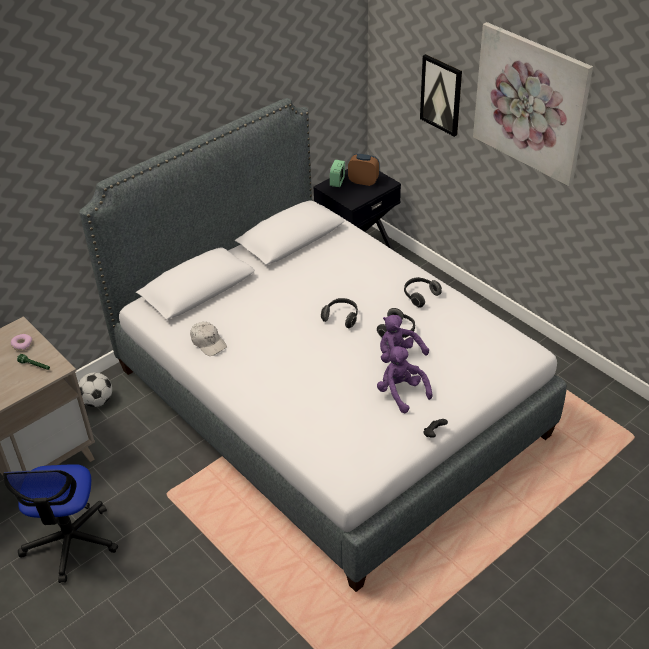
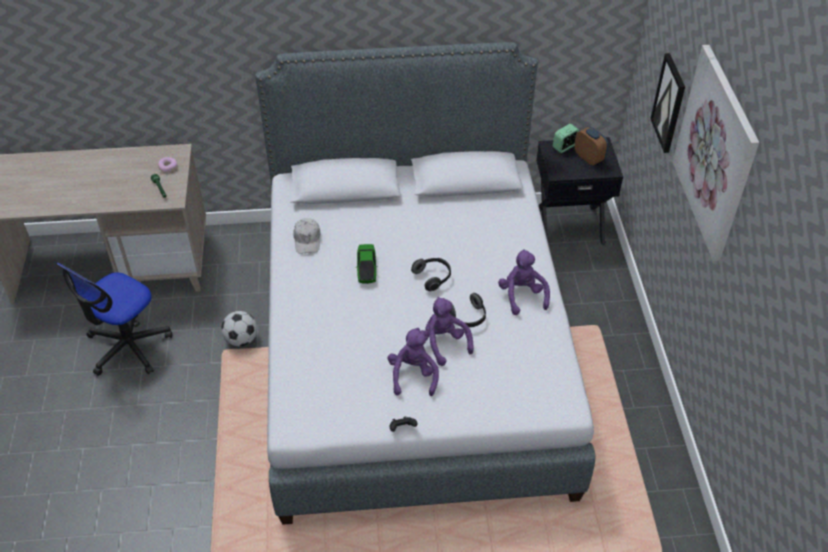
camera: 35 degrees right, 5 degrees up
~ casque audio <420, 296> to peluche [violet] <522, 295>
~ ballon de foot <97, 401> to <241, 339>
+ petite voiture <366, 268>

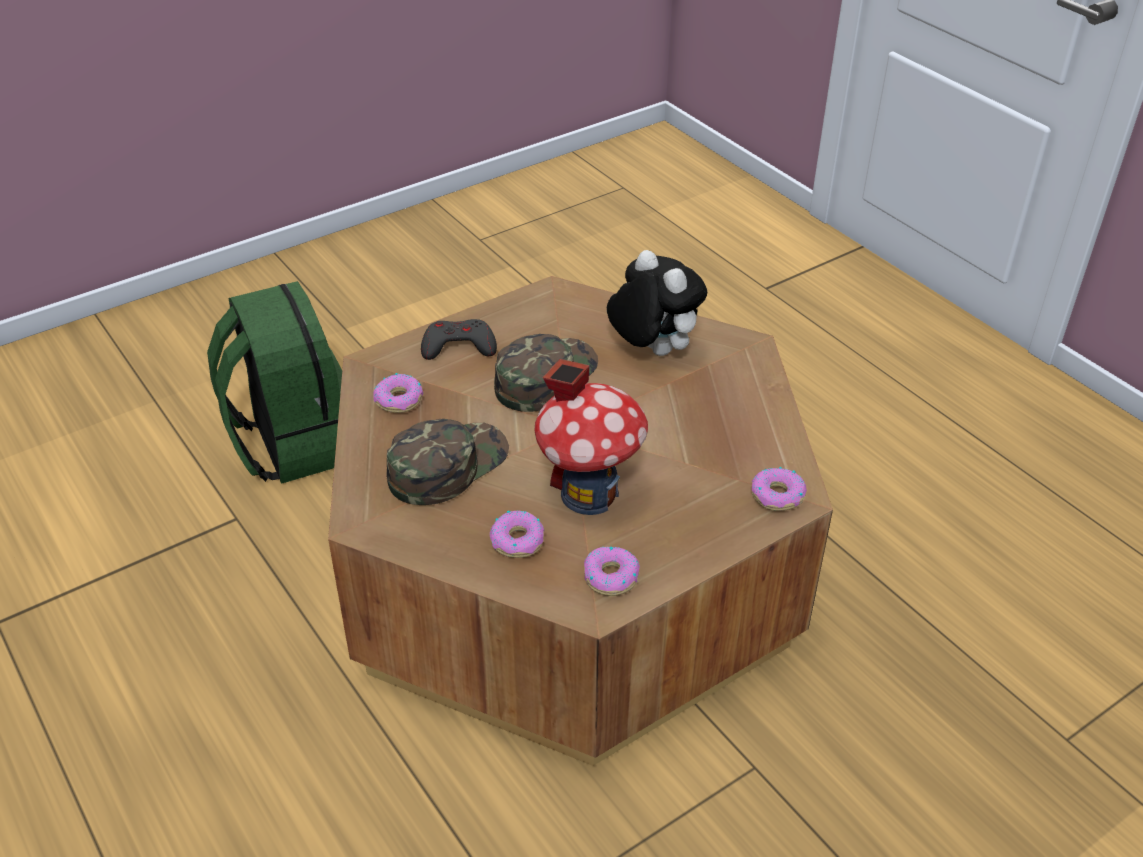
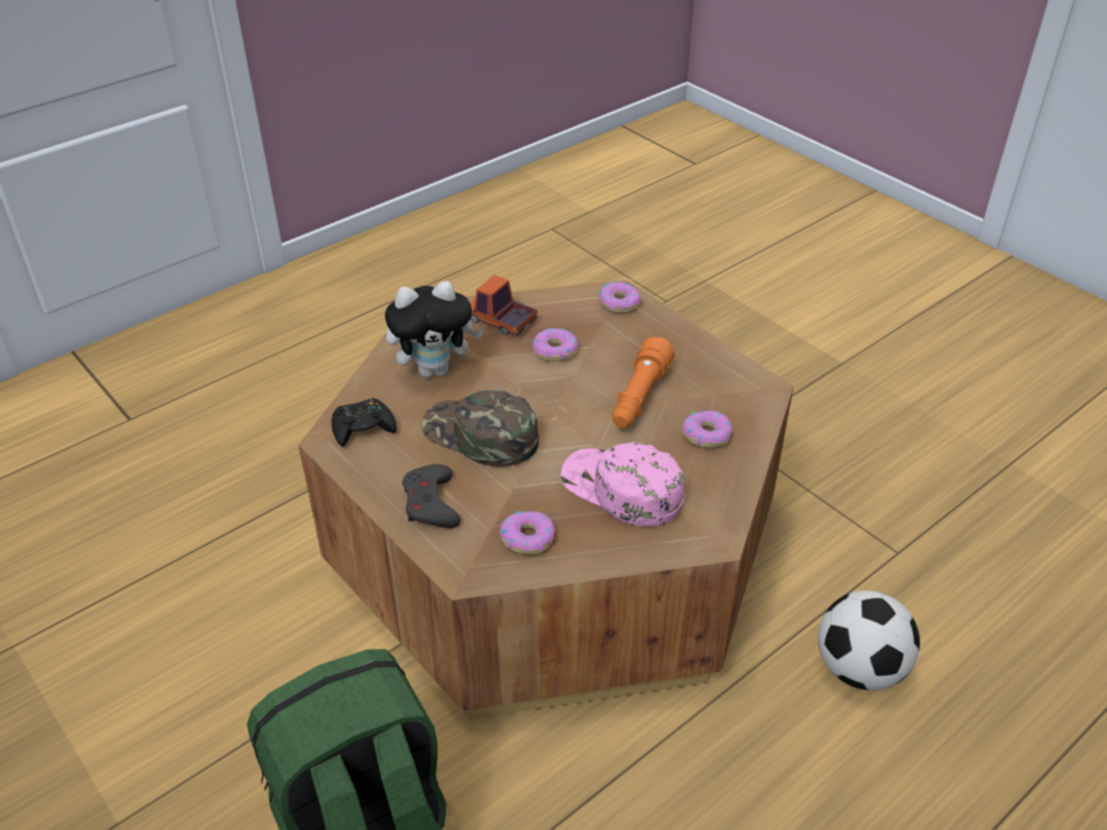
camera: 95 degrees left, 0 degrees up
~ peluche <651, 350> = <435, 369> 150 degrees counterclockwise
~ maison miniature <589, 493> to lampe de poche [orange] <639, 398>
~ casquette [vert] <447, 465> to casquette [rose] <621, 489>
~ beignet <610, 577> to <555, 351>
+ camion jouet <501, 321>
+ manette [noir] <363, 428>
+ ballon de foot <859, 669>

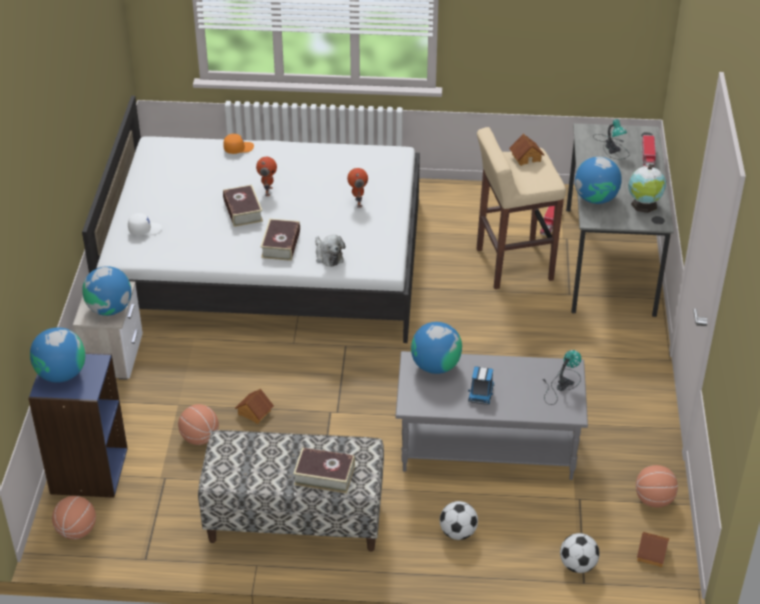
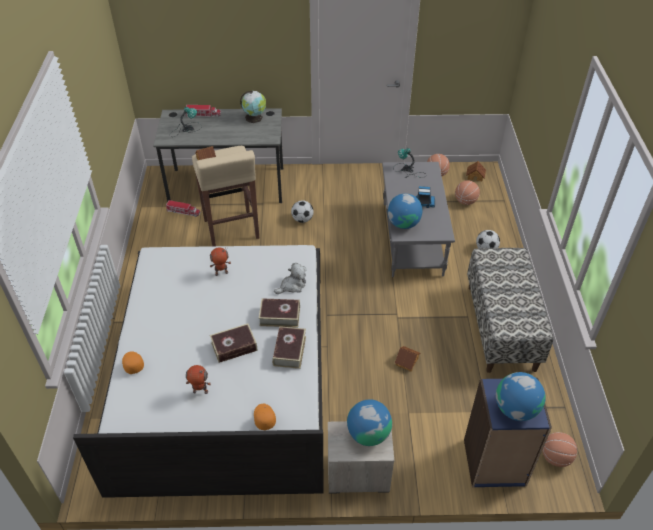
camera: 95 degrees left, 5 degrees up
~ robot jouet <267, 191> to <200, 392>
- globe <596, 198>
~ casquette [blanc] <145, 229> to casquette [orange] <264, 418>
~ ballon de basket <200, 438> to <465, 201>
~ livre <324, 475> to <289, 351>
~ ballon de foot <577, 565> to <302, 219>

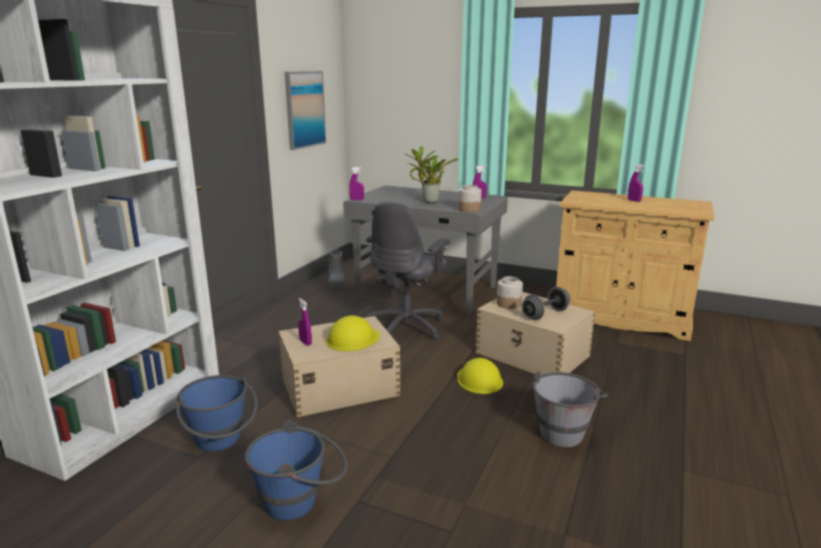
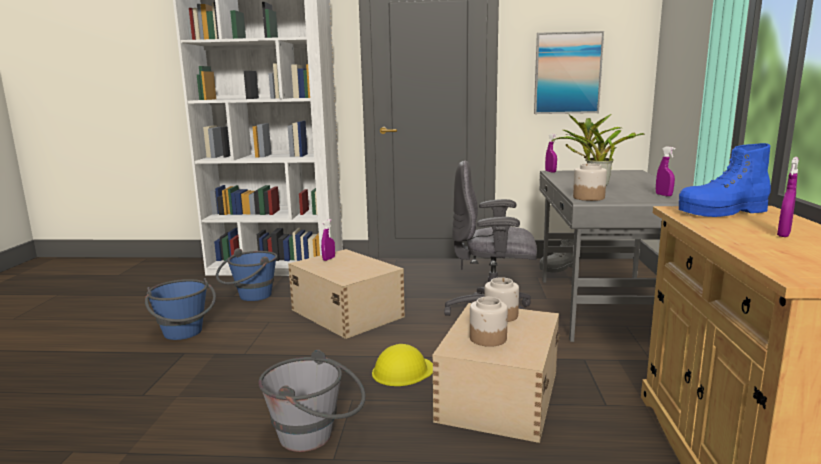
camera: 70 degrees right, 5 degrees down
~ haltère [gris] <545, 314> to bocal <488, 338>
- casque de chantier [jaune] <352, 339>
+ botte [bleu] <722, 212>

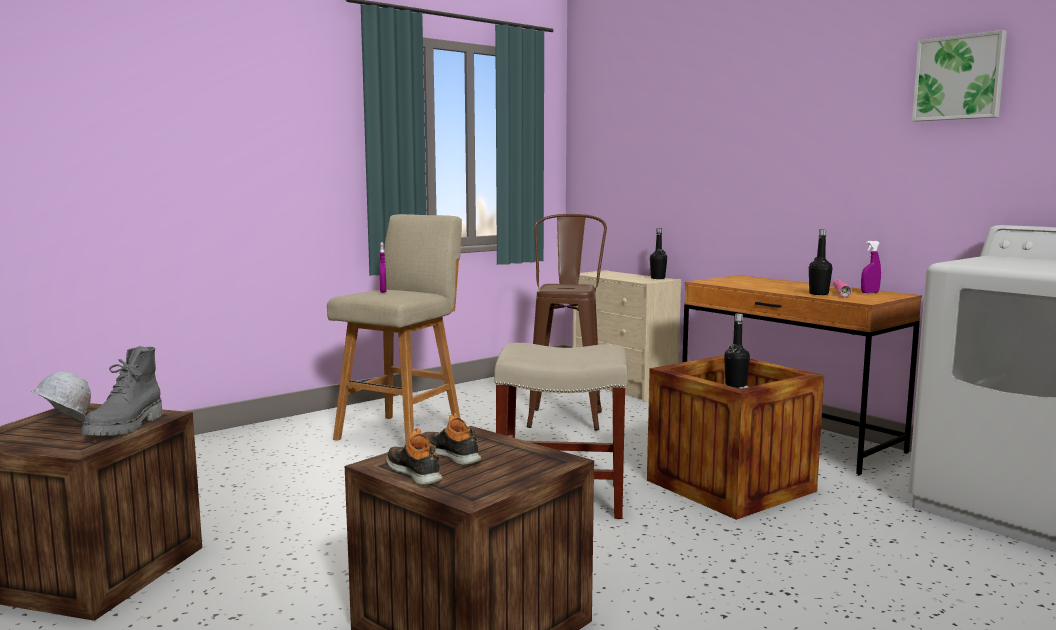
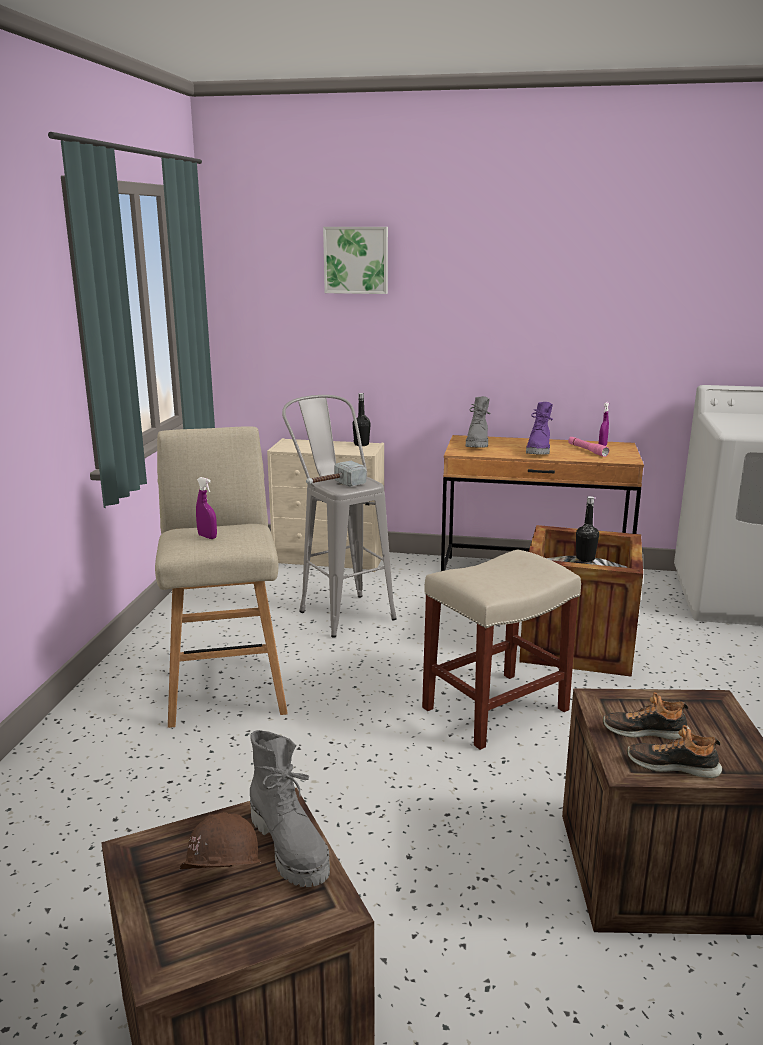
camera: 40 degrees left, 10 degrees up
~ tableau <959, 78> to <356, 260>
~ tabouret [marron] <566, 415> to tabouret [gris] <339, 610>
- bouteille [noir] <818, 294>
~ casque de chantier [blanc] <63, 428> to casque de chantier [marron] <221, 889>
+ botte [gris] <478, 444>
+ botte [violet] <539, 450>
+ marteau <334, 485>

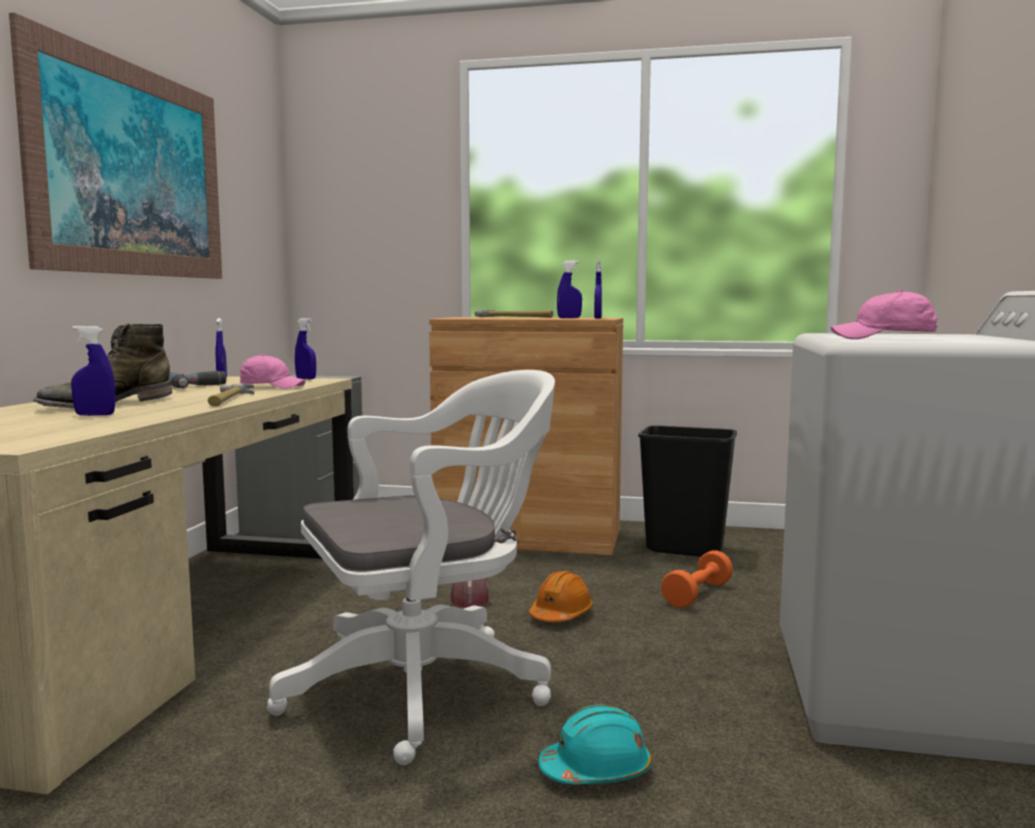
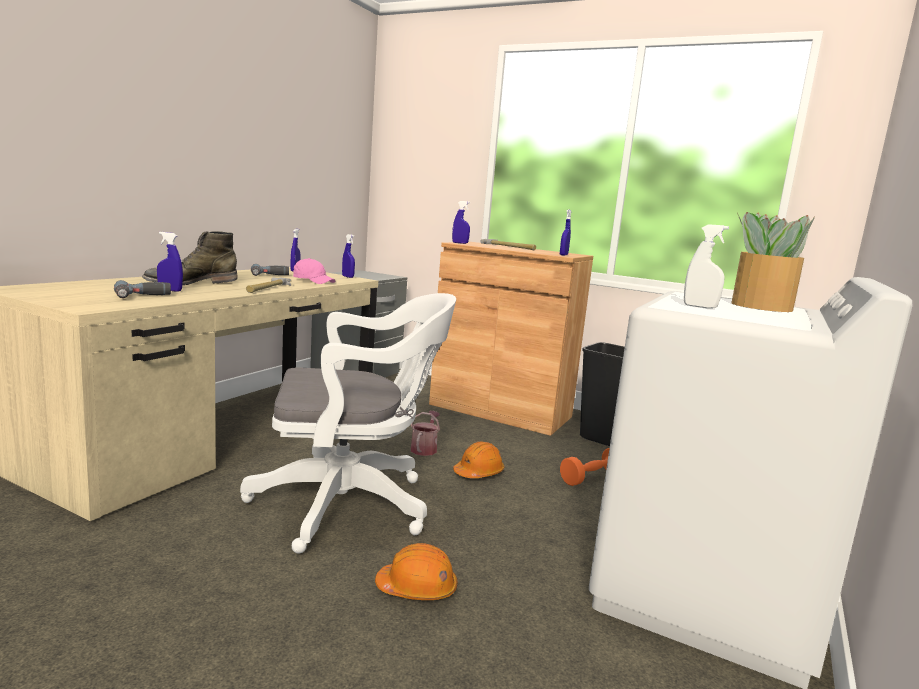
camera: 15 degrees right, 5 degrees up
- tableau <133, 170>
~ vaporisateur [bleu] <569, 318> to <460, 243>
~ casquette [rose] <884, 338> to vaporisateur [blanc] <700, 307>
~ casque de chantier [turquoise] <597, 770> to casque de chantier [orange] <417, 588>
+ plante en pot <760, 306>
+ perceuse <143, 296>

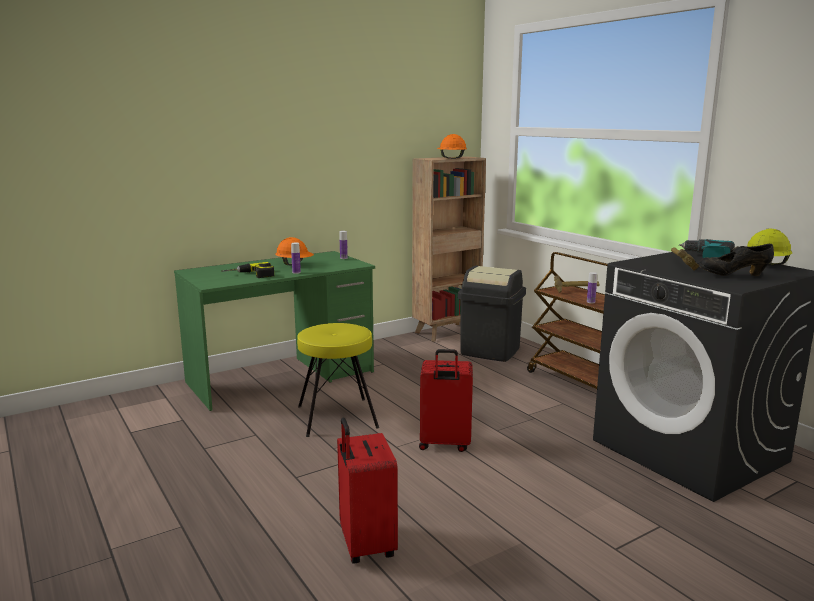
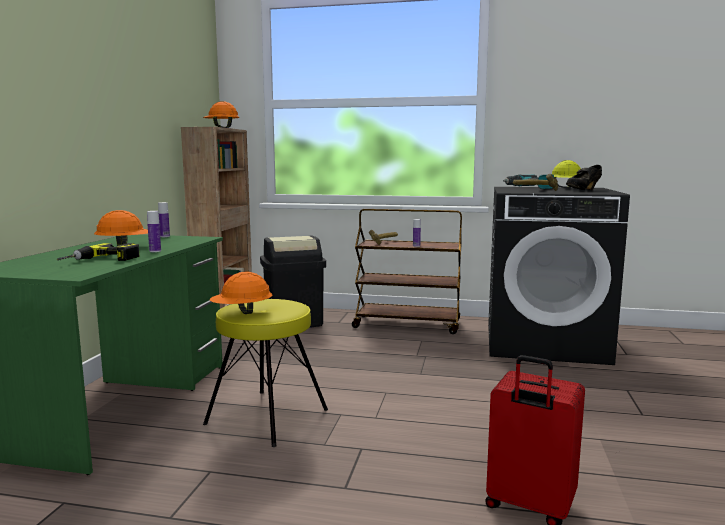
camera: 45 degrees left, 5 degrees down
- valise [rouge] <444, 444>
+ casque de chantier [orange] <242, 313>

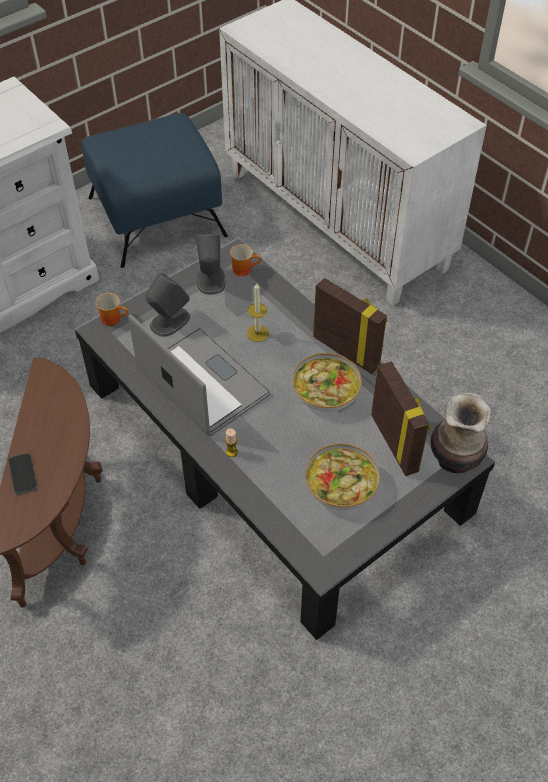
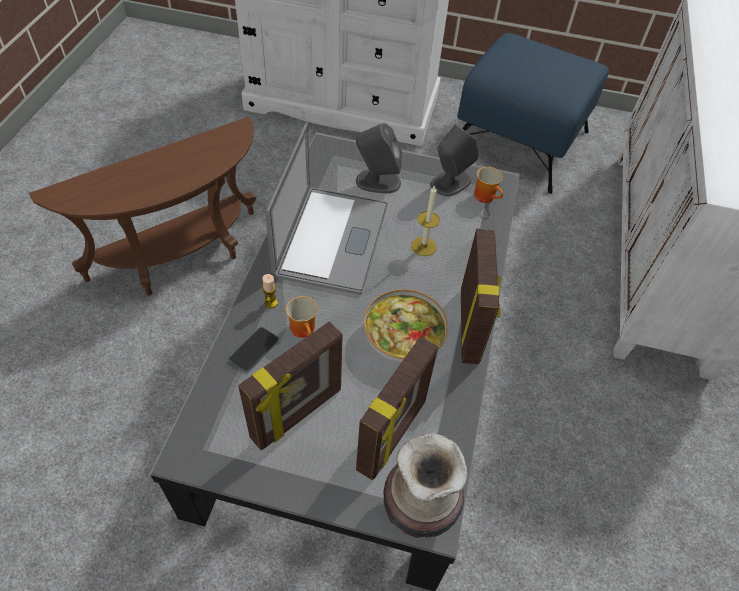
camera: 50 degrees right, 0 degrees up
~ mug <113, 318> to <305, 329>
~ bol <340, 486> to cadre photo <297, 415>
~ téléphone <22, 474> to <254, 350>

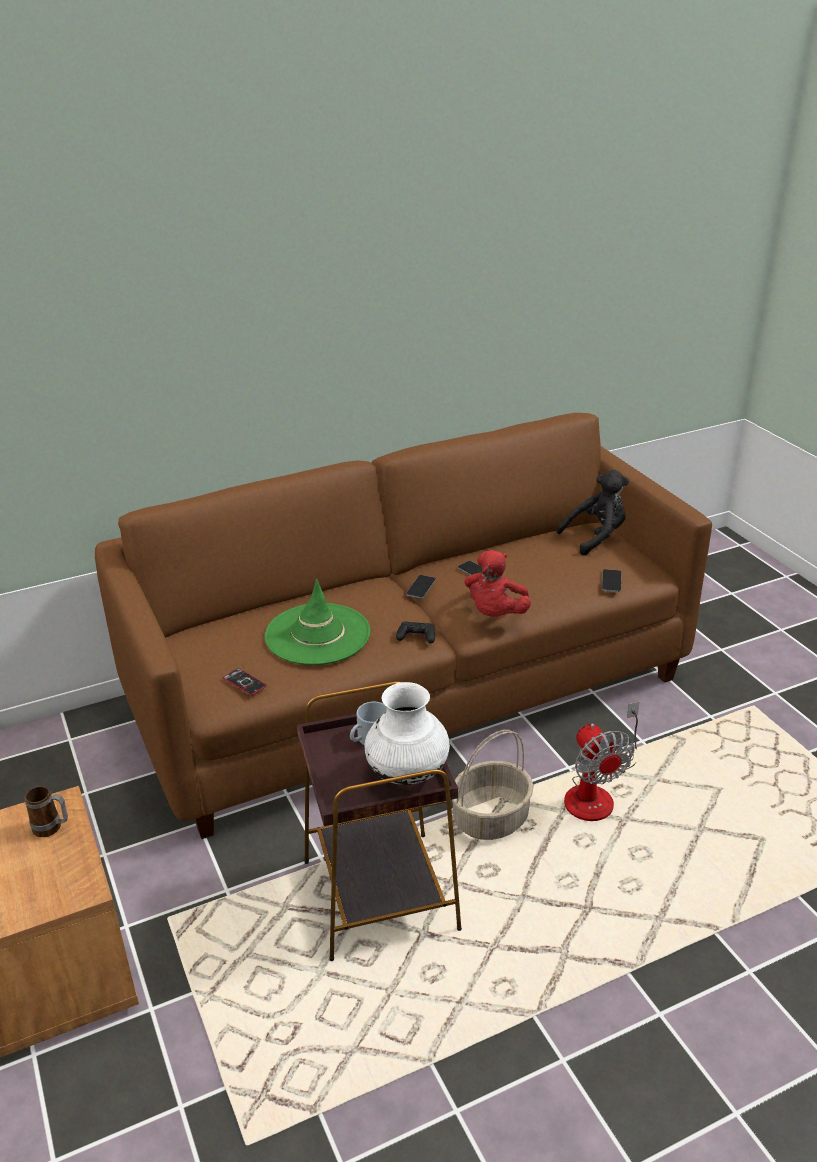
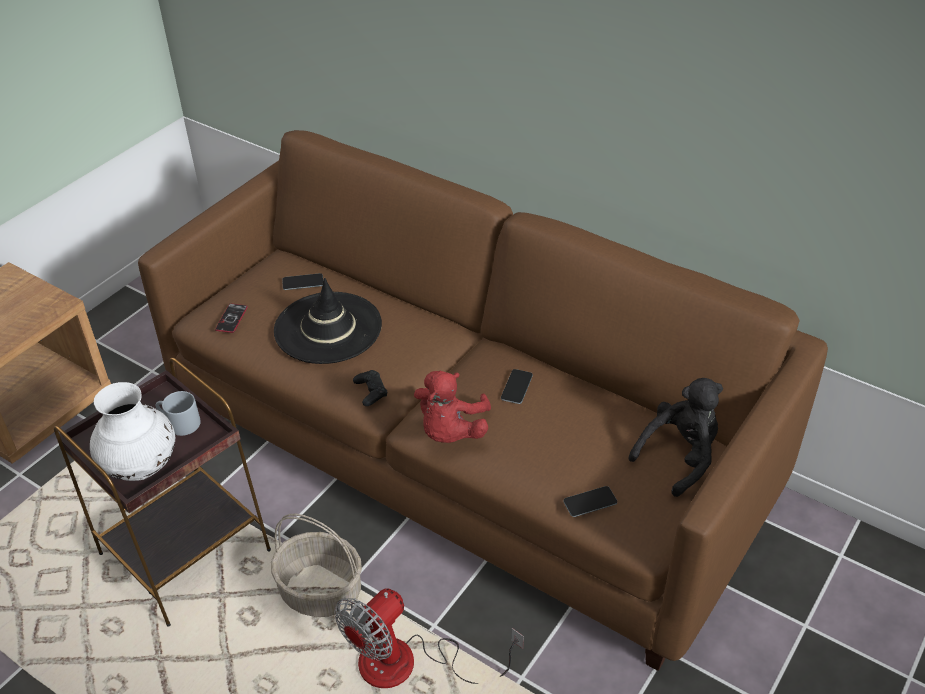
camera: 60 degrees right, 10 degrees up
~ peluche [noir] <596, 537> = <679, 456> 75 degrees counterclockwise
~ peluche [rouge] <495, 614> = <450, 431> 60 degrees counterclockwise
~ téléphone <421, 587> to <303, 282>
~ chapeau [vert] <317, 634> to chapeau [noir] <328, 328>
- mug <52, 829>

